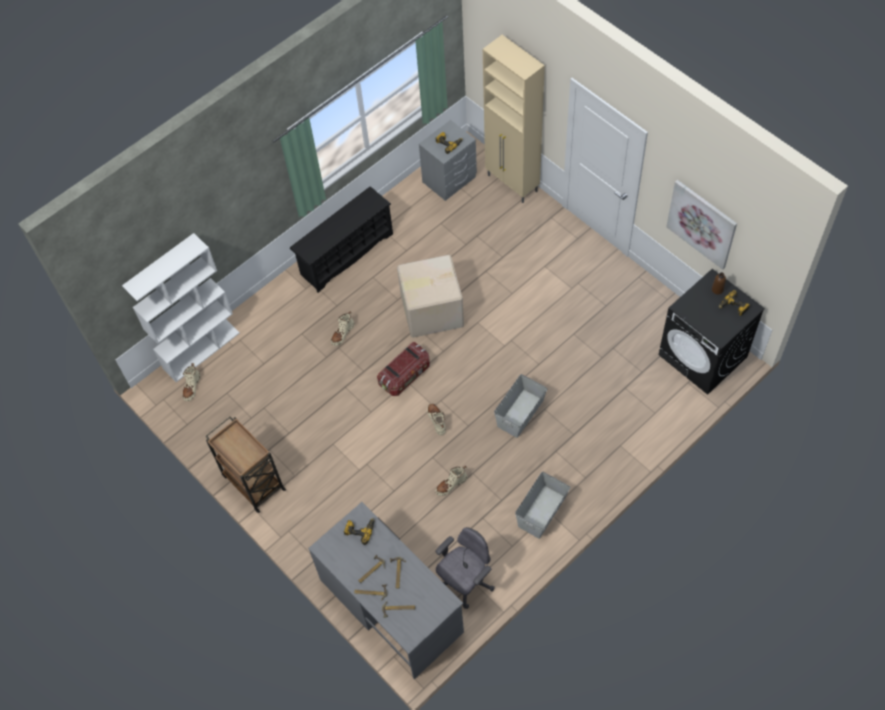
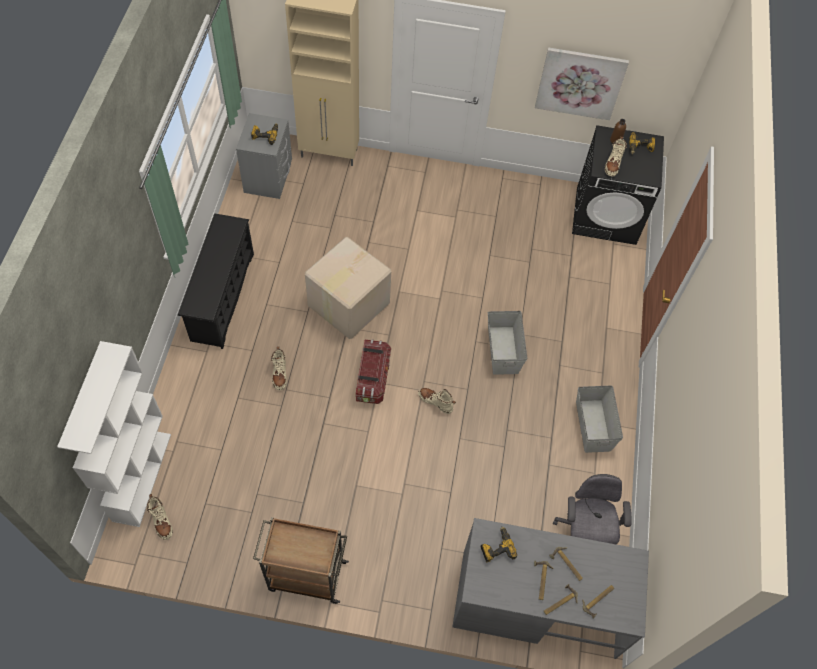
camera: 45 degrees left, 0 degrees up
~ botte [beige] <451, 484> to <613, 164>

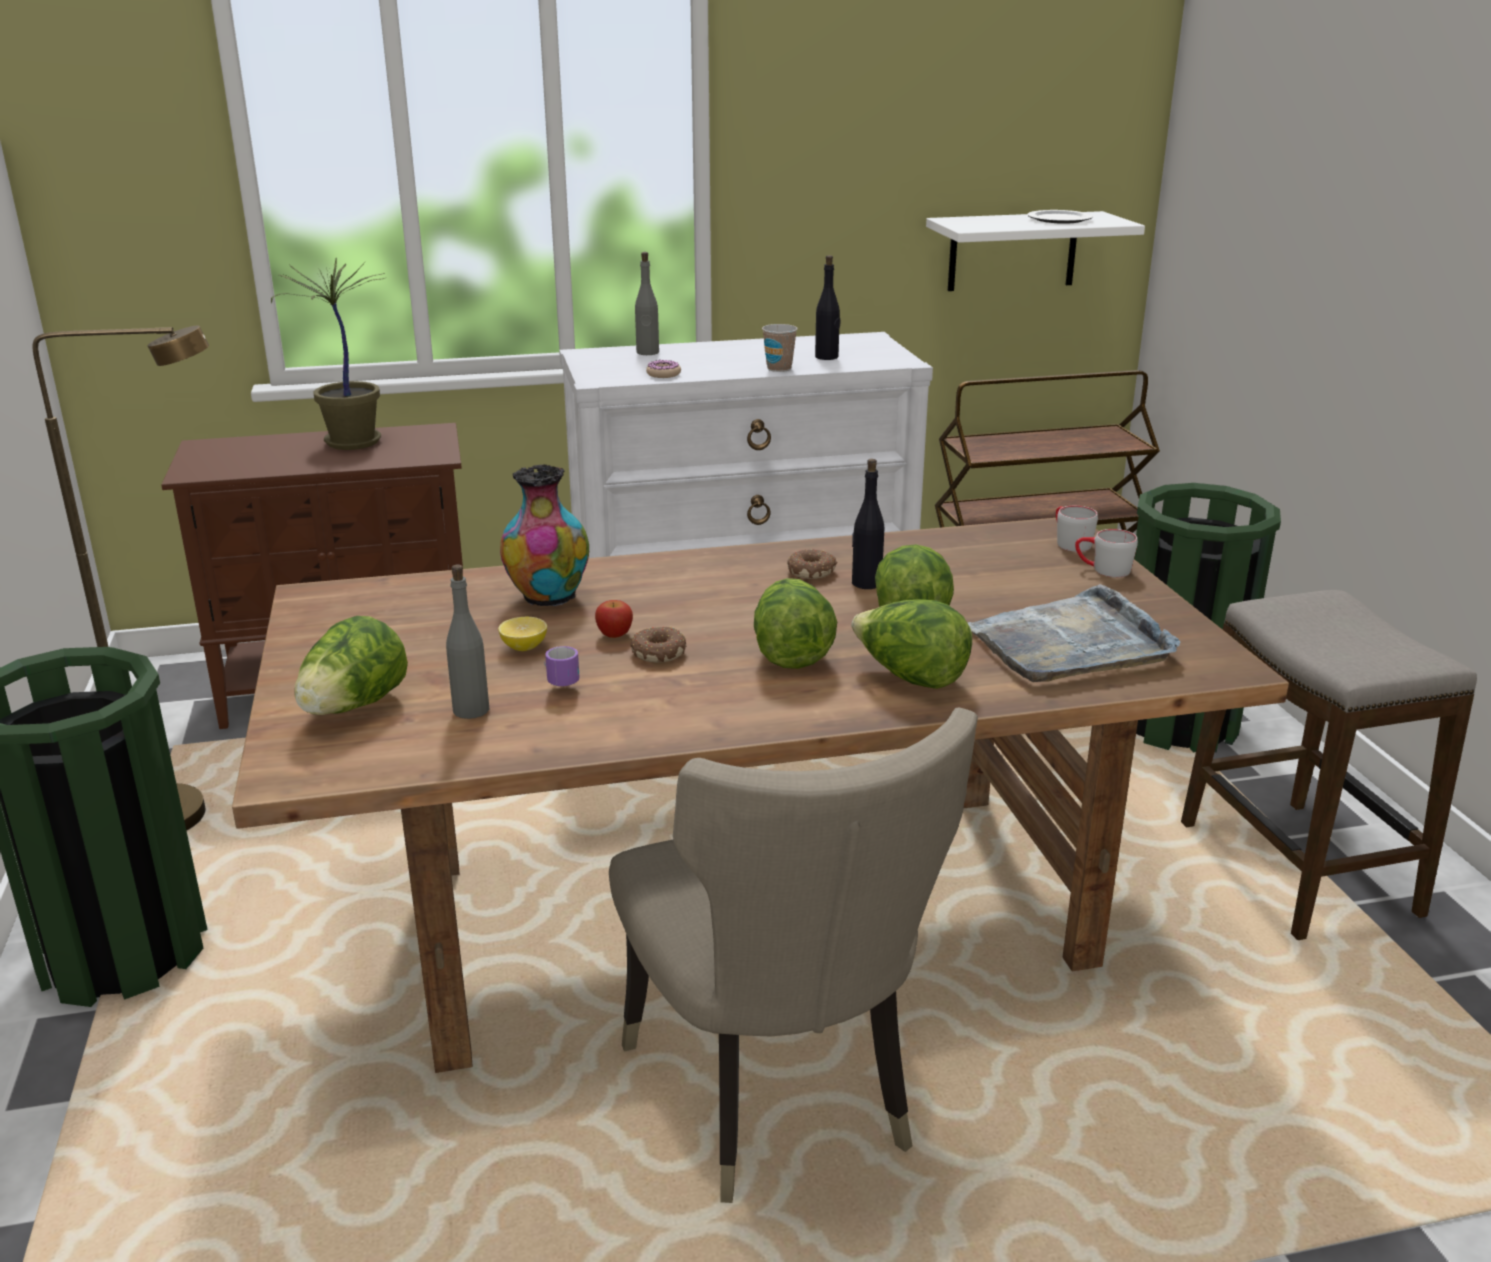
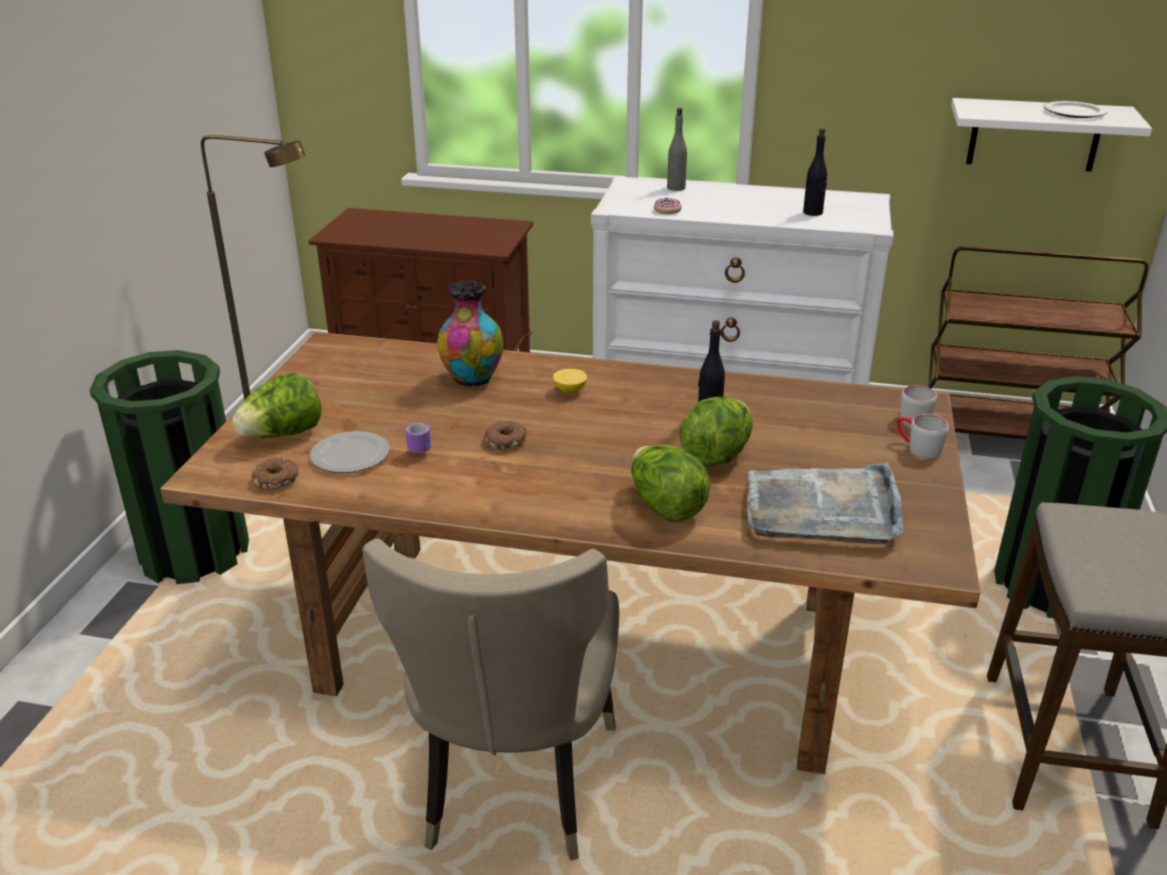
camera: 25 degrees right, 5 degrees up
- plante en pot <351, 443>
- tasse <779, 368>
~ beignet <811, 571> to <277, 479>
~ bouteille [gris] <471, 710> to assiette <349, 455>
- laitue <790, 653>
- pomme <614, 634>
~ citron <524, 647> to <570, 390>

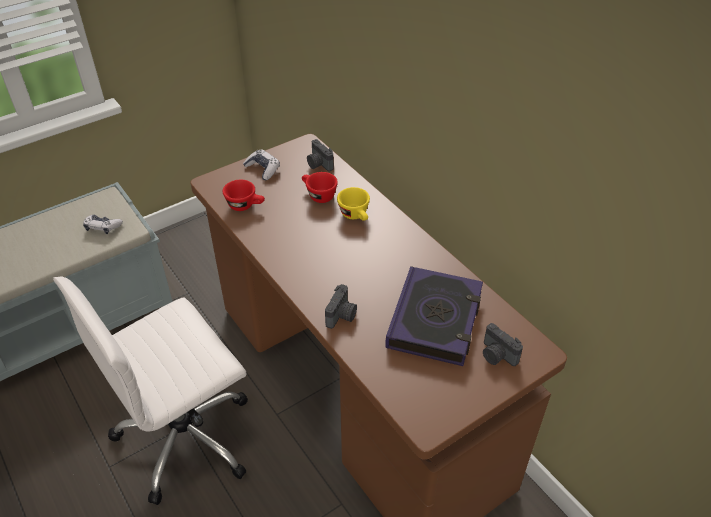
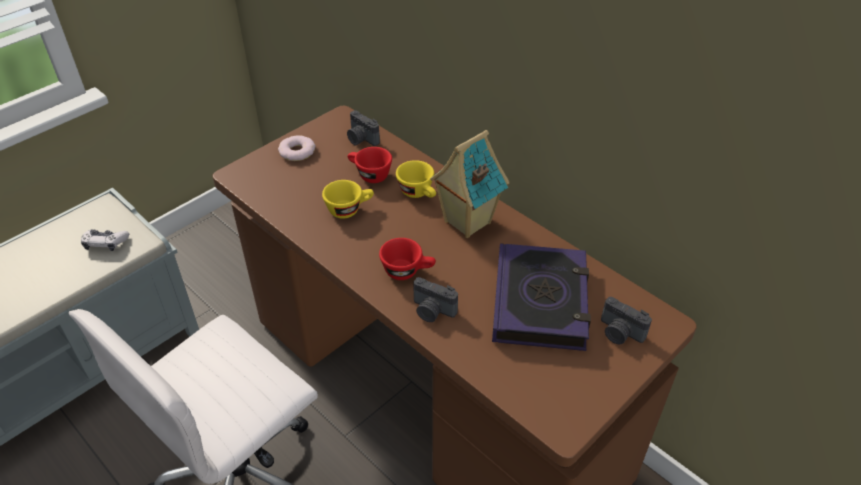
camera: 10 degrees left, 0 degrees up
~ manette <263, 169> to beignet <297, 152>
~ tasse [rouge] <245, 205> to <408, 271>
~ appareil photo <342, 316> = <432, 311> 105 degrees clockwise
+ maison miniature <466, 222>
+ tasse [jaune] <349, 209>

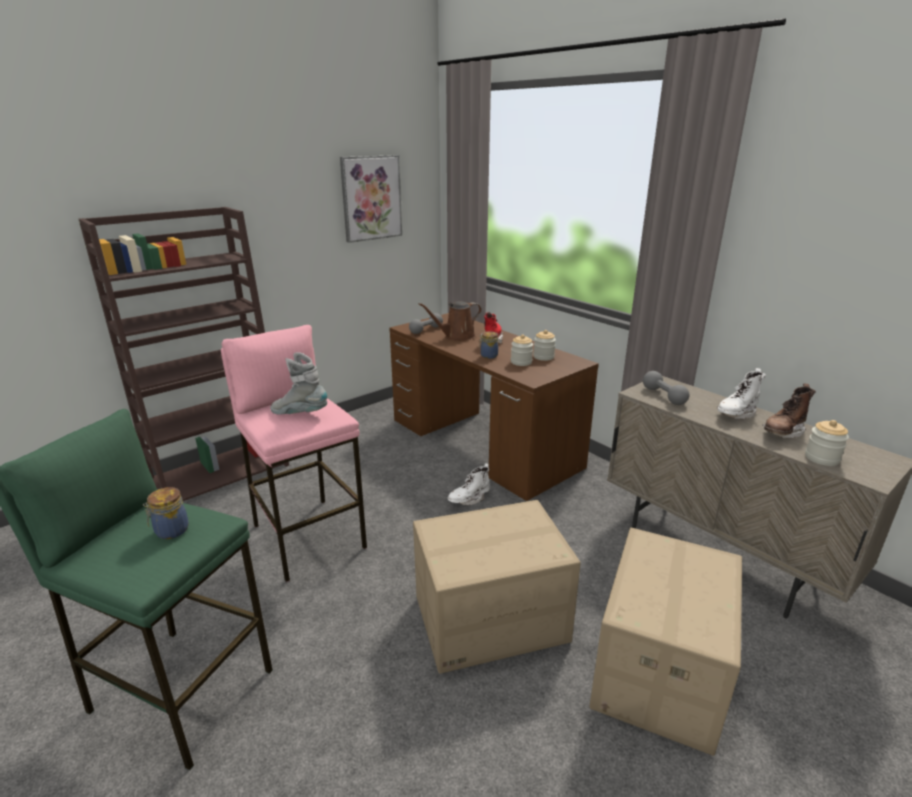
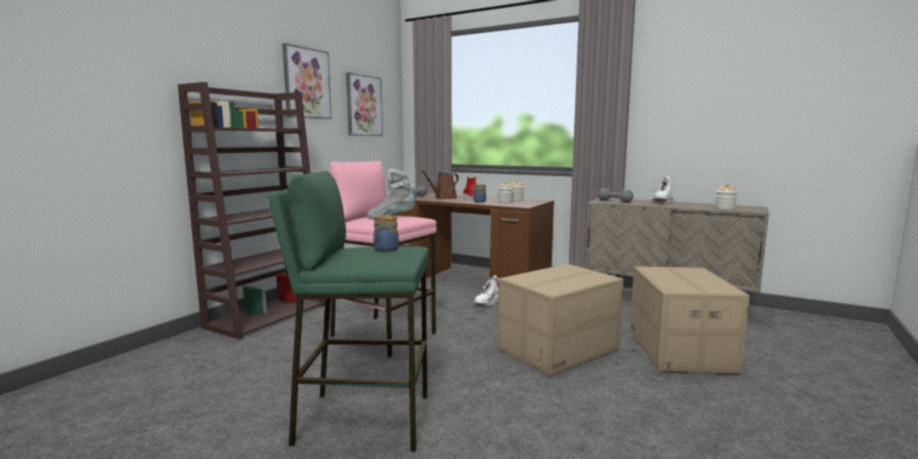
camera: 20 degrees left, 15 degrees down
- botte [marron] <783, 432>
+ tableau <306, 83>

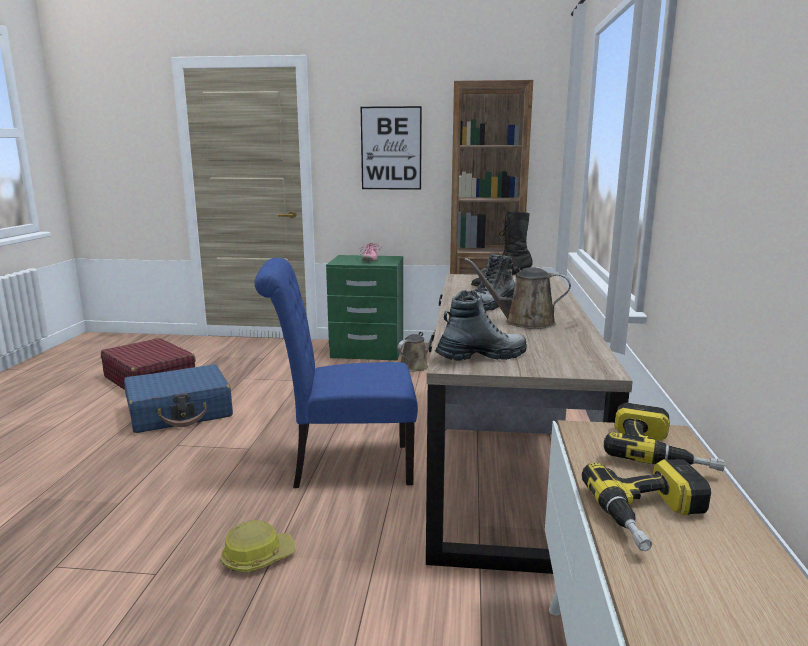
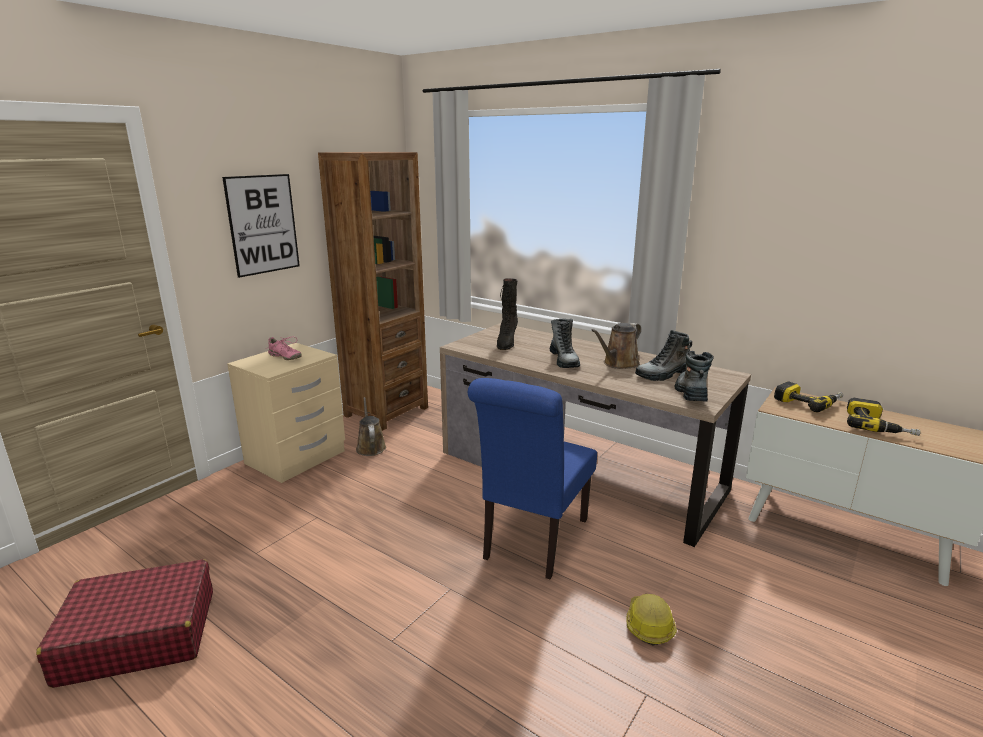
camera: 60 degrees left, 5 degrees up
~ table de chevet [vert] <367, 351> to table de chevet [beige] <296, 458>
- valise [bleu] <180, 412>
+ botte <664, 375>

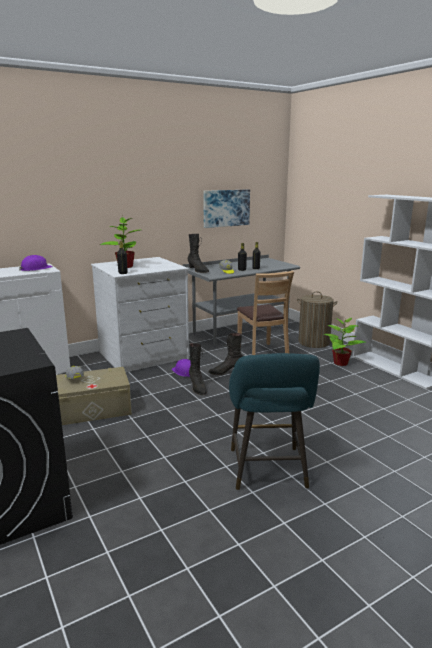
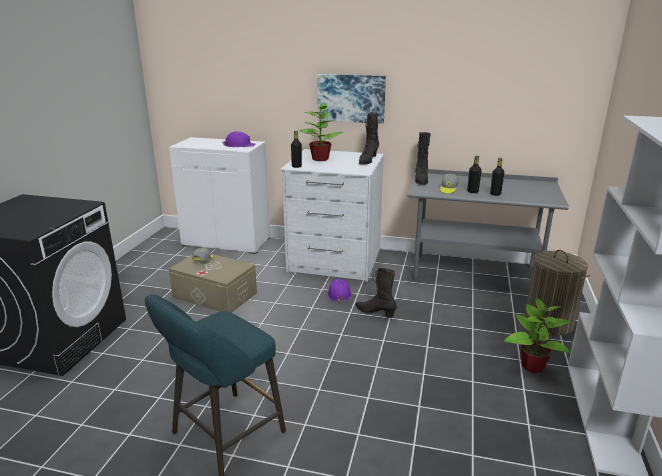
camera: 45 degrees right, 5 degrees up
~ tableau <226, 208> to <351, 98>
- chaise [marron] <262, 353>
~ botte [noir] <197, 388> to <367, 160>

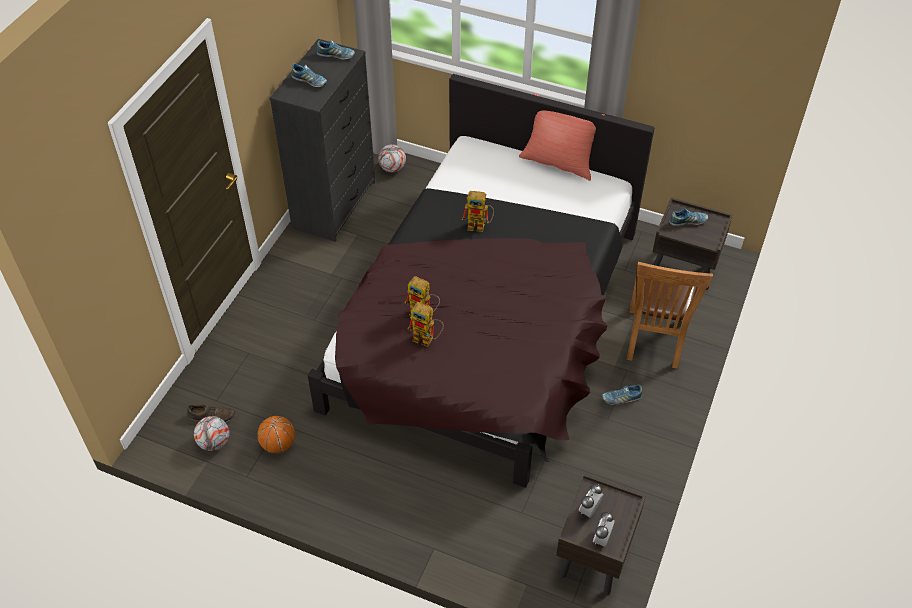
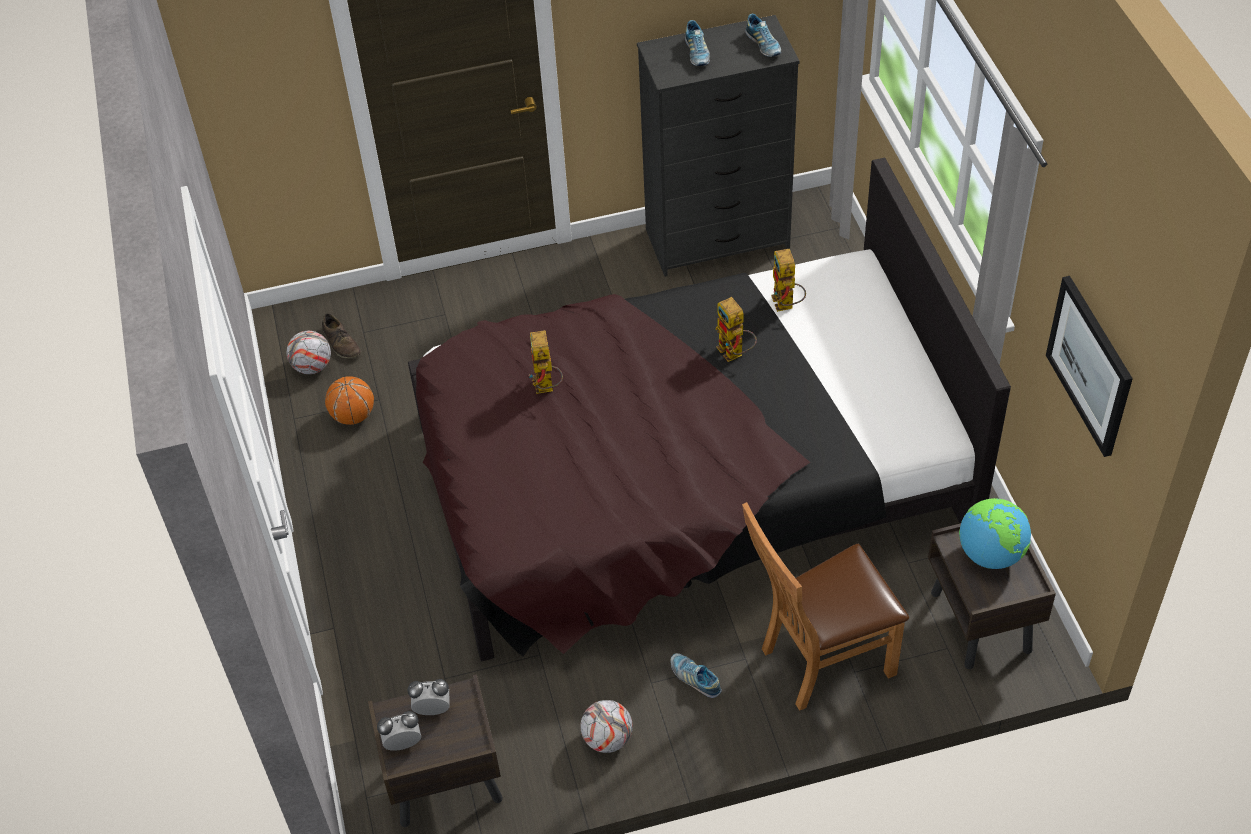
camera: 55 degrees right, 0 degrees up
- coussin [rouge] <558, 162>
~ ballon de foot <392, 168> to <607, 739>
~ chaussure <688, 222> to globe <990, 554>
~ robot jouet <427, 339> to <786, 305>
+ tableau <1090, 365>

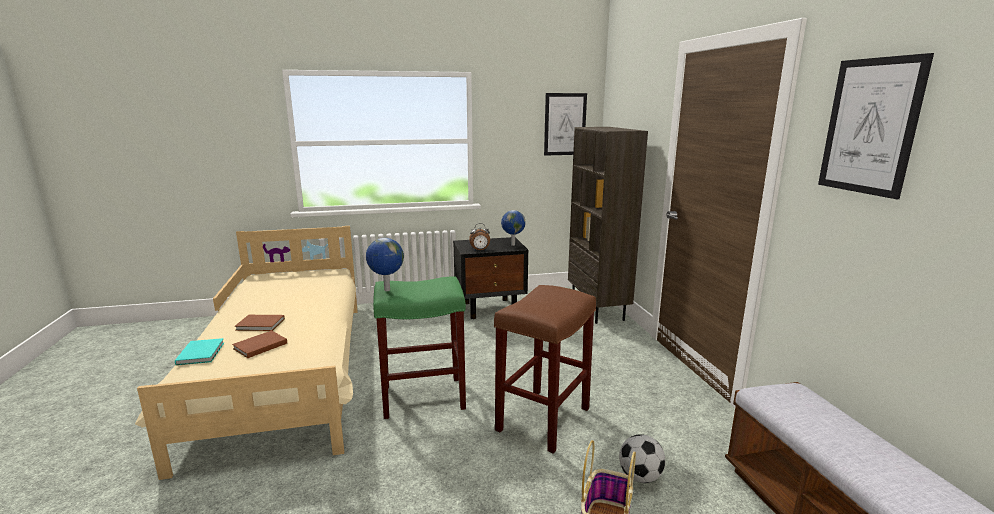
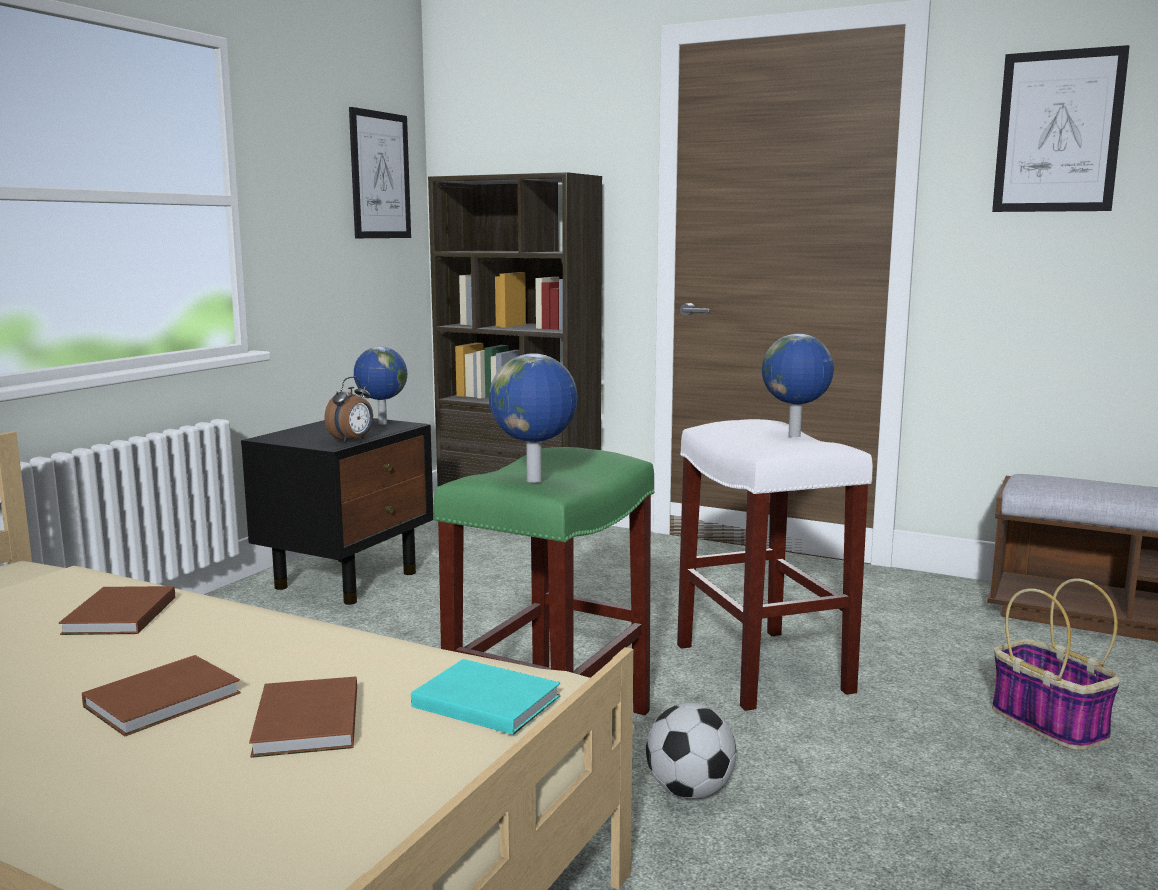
camera: 50 degrees left, 5 degrees down
~ tabouret [marron] <543, 418> to tabouret [blanc] <759, 667>
~ livre [turquoise] <202, 353> to <484, 700>
~ ballon de foot <640, 476> to <689, 791>
+ globe <795, 436>
+ livre [marron] <117, 616>

